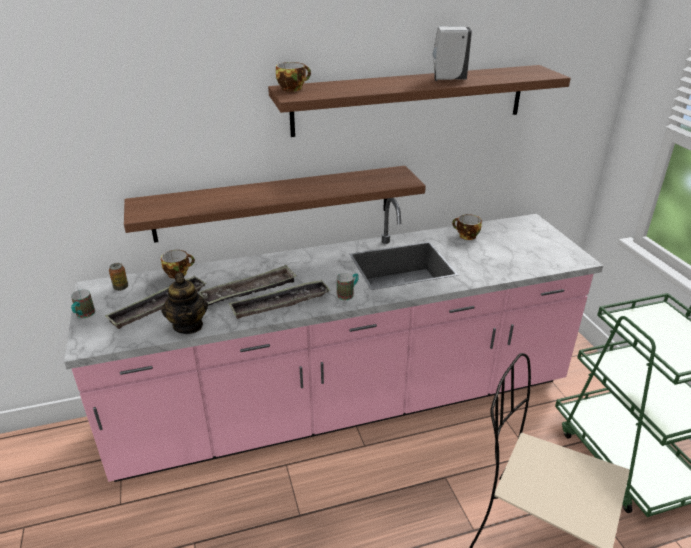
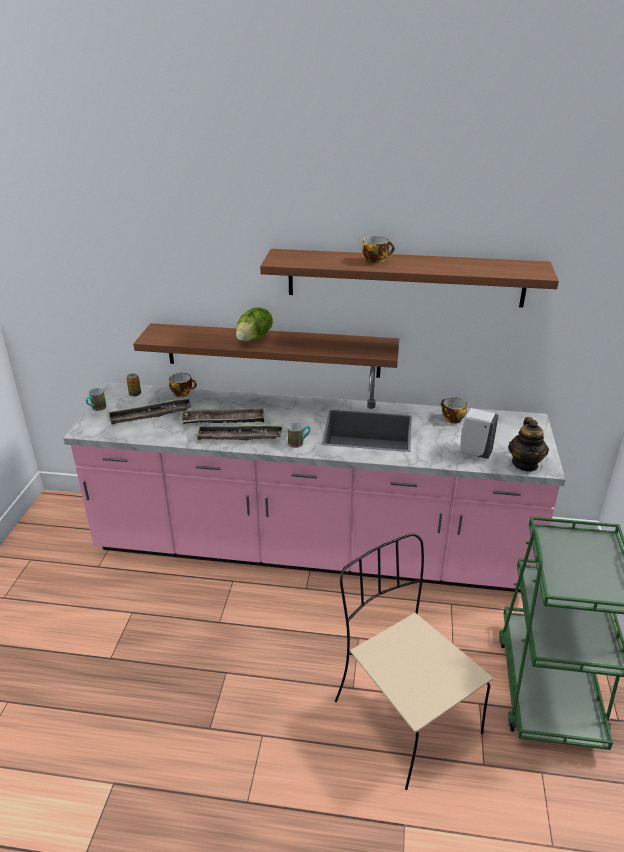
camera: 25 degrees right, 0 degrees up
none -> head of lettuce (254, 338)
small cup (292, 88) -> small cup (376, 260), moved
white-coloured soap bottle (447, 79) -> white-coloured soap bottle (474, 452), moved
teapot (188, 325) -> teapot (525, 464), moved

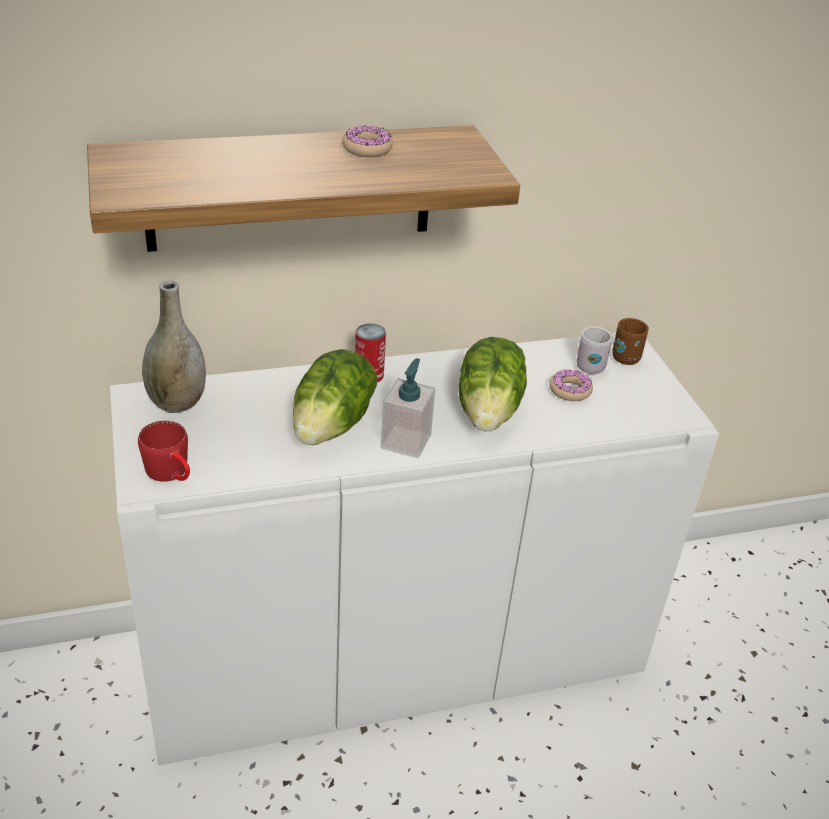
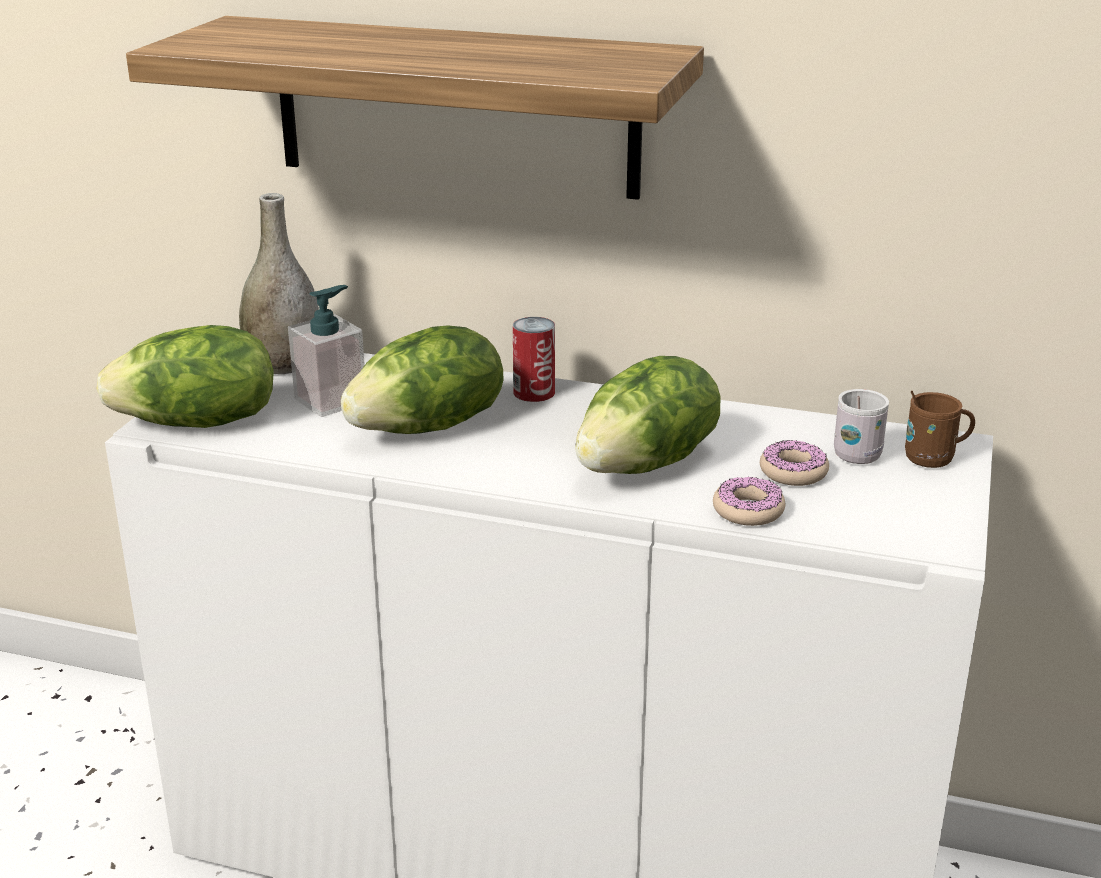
camera: 35 degrees right, 10 degrees down
red coffee mug (172, 473) -> head of lettuce (199, 423)
soap bottle (406, 441) -> soap bottle (331, 401), moved
donut (367, 149) -> donut (748, 510), moved

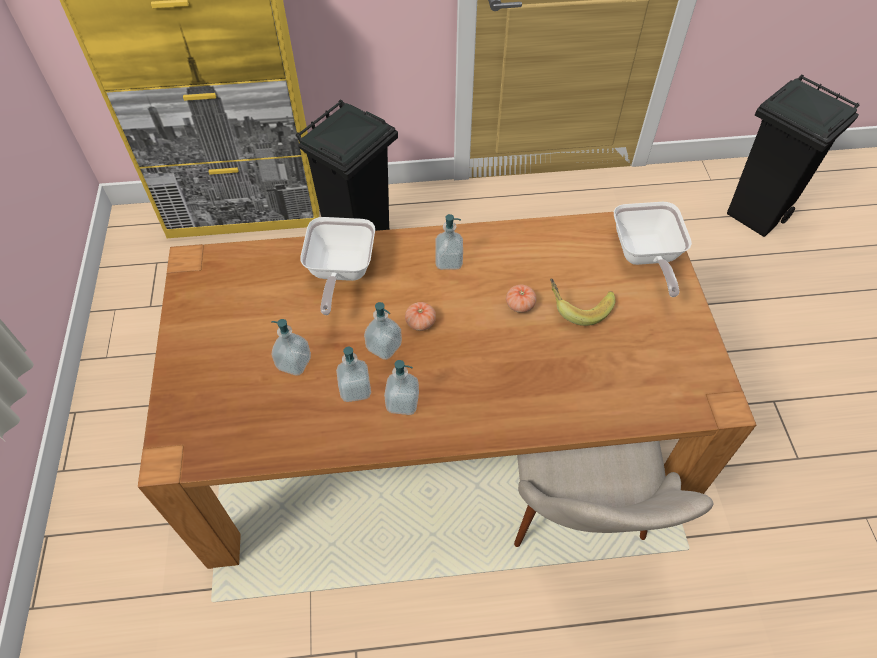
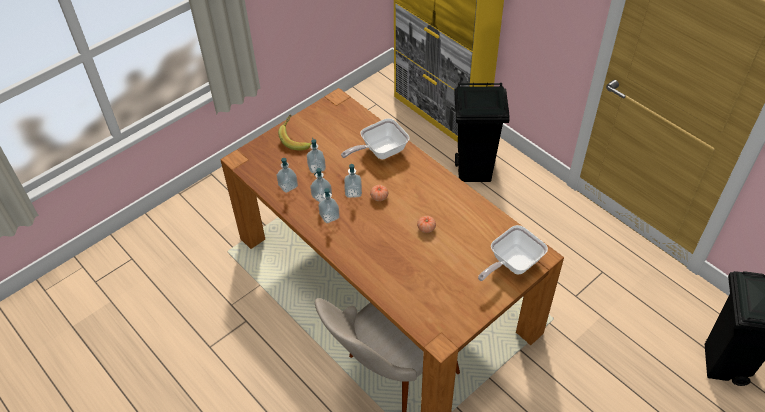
camera: 55 degrees right, 5 degrees down
soap bottle (448, 261) -> soap bottle (288, 186), moved
whole banana (578, 306) -> whole banana (296, 139), moved

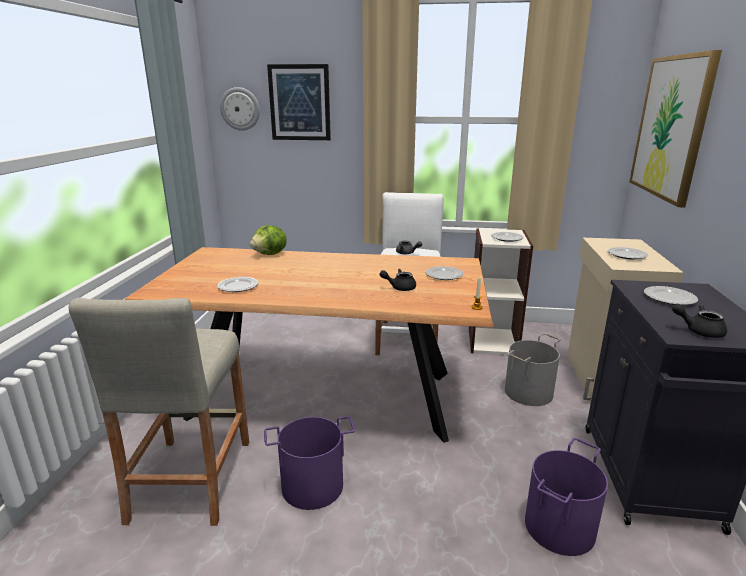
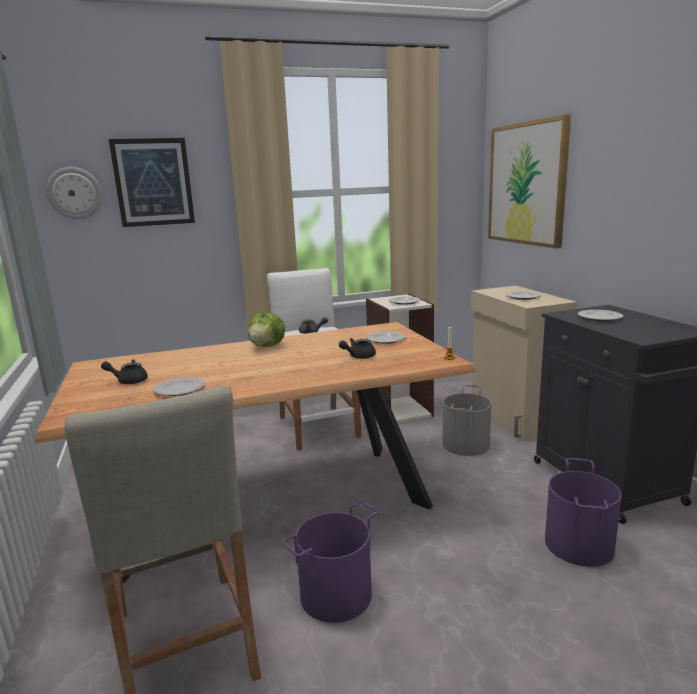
camera: 25 degrees left, 5 degrees down
black-coloured teapot (698, 331) -> black-coloured teapot (128, 381), moved
head of lettuce (270, 254) -> head of lettuce (267, 346), moved

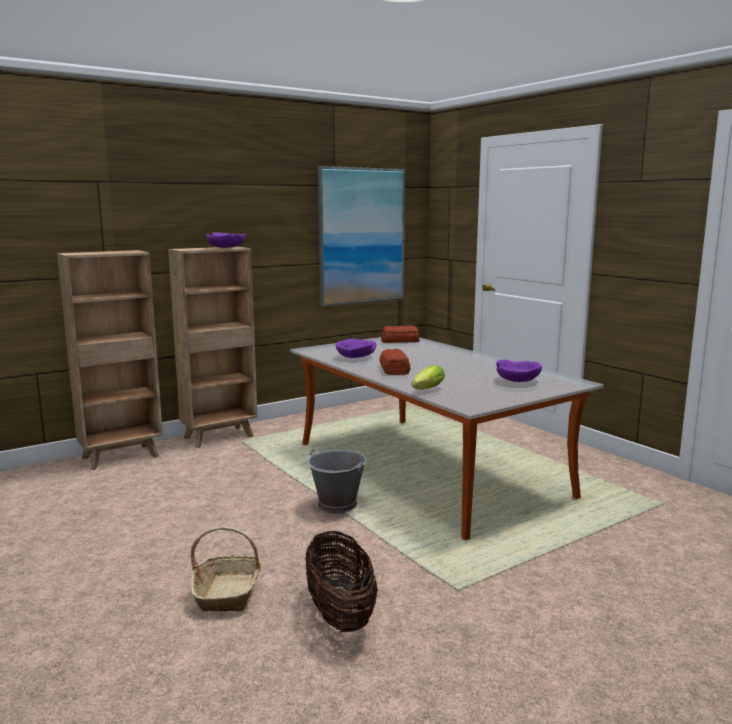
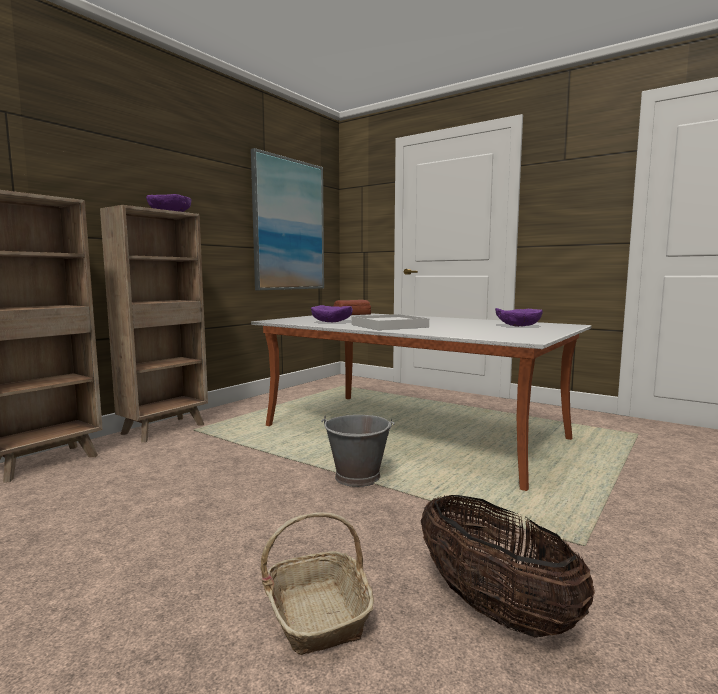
camera: 20 degrees left, 5 degrees down
baked bread (394, 369) -> white-coloured carrying tray (389, 326)
head of lettuce (426, 390) -> none

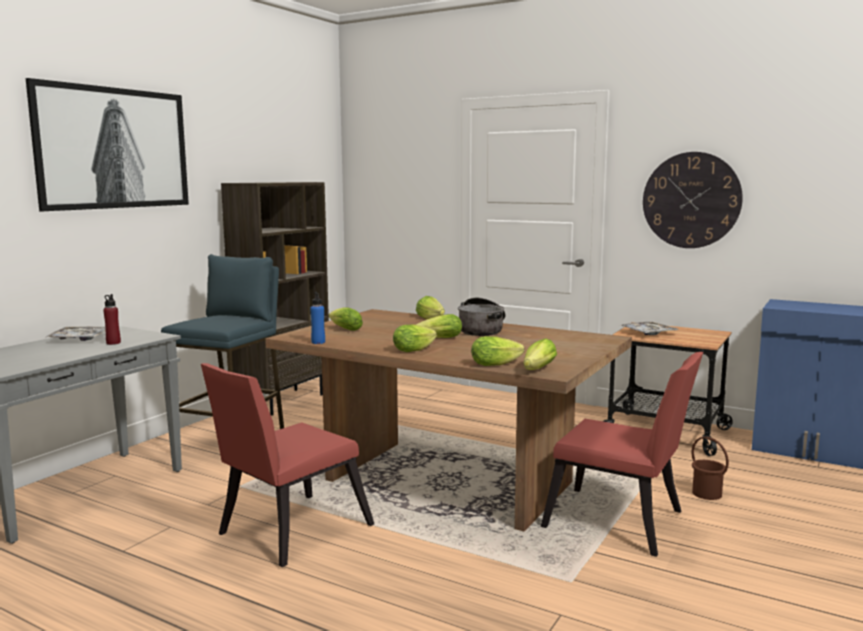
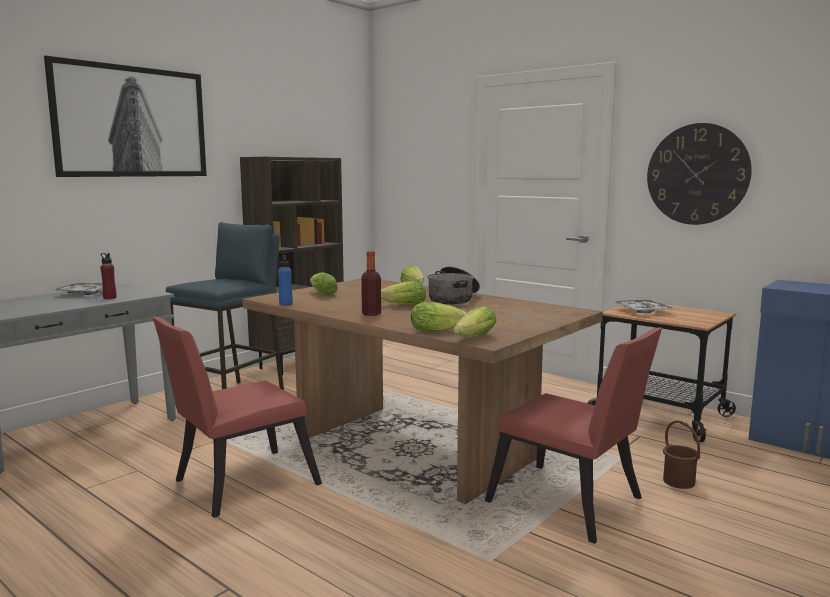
camera: 10 degrees right, 0 degrees up
head of lettuce (416, 349) -> drink bottle (371, 314)

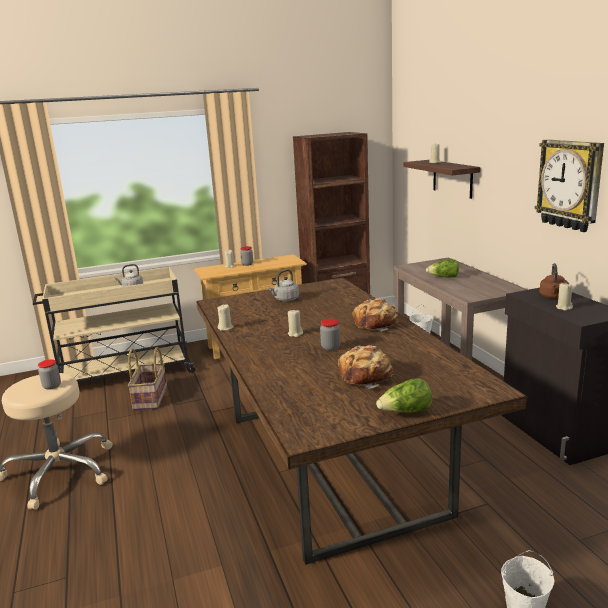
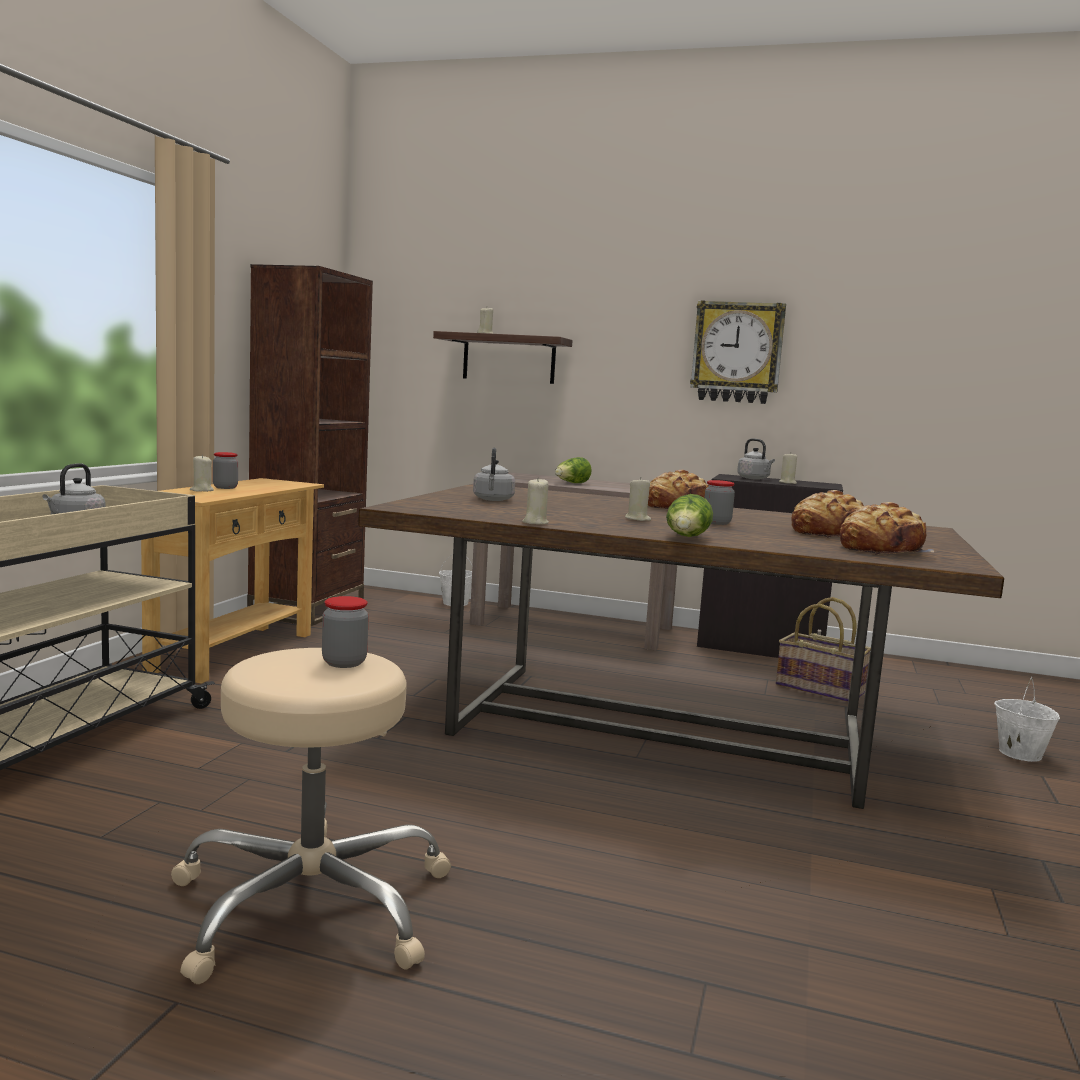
camera: 55 degrees left, 10 degrees down
head of lettuce (406, 412) -> head of lettuce (687, 538), moved
brown kettle (553, 297) -> gray kettle (754, 478)
household basket (151, 398) -> household basket (820, 689), moved
none -> baked bread (882, 549)

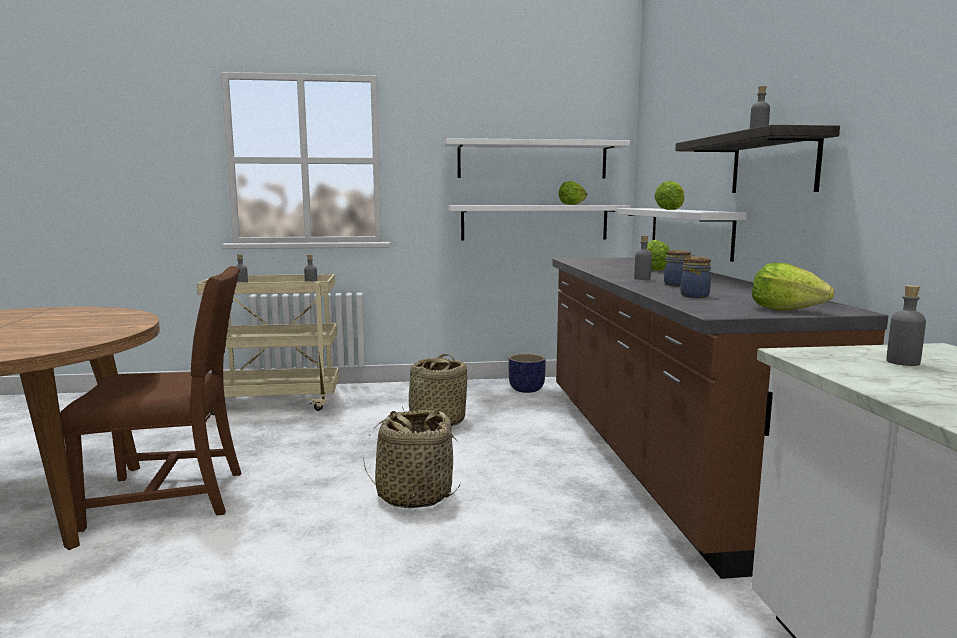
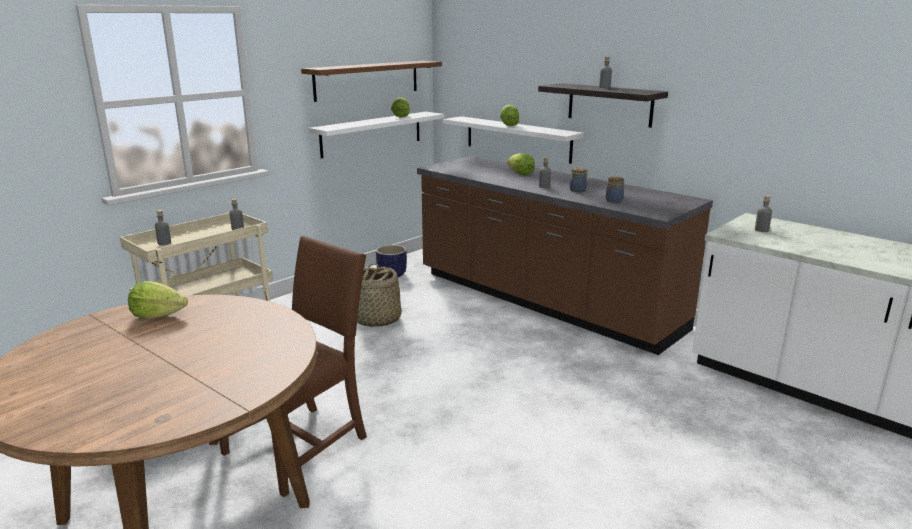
camera: 40 degrees left, 10 degrees up
head of lettuce (786, 309) -> head of lettuce (158, 315), moved
white-coloured bracket shelf (532, 160) -> brown bracket shelf (367, 80)
household basket (414, 495) -> none

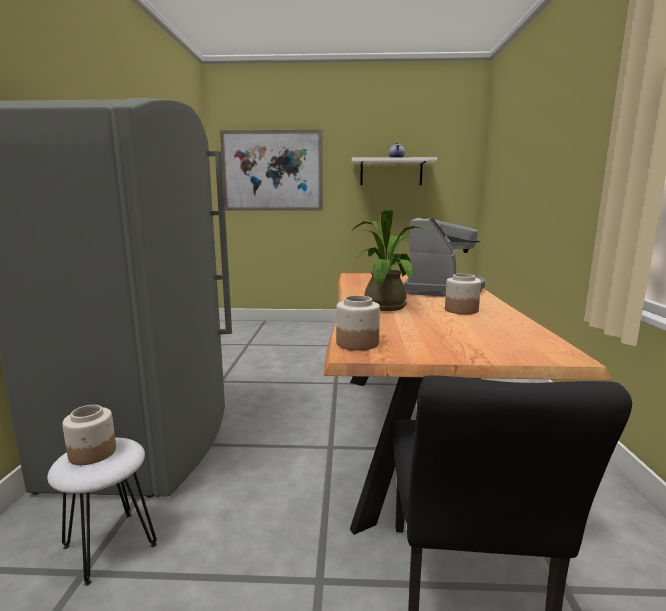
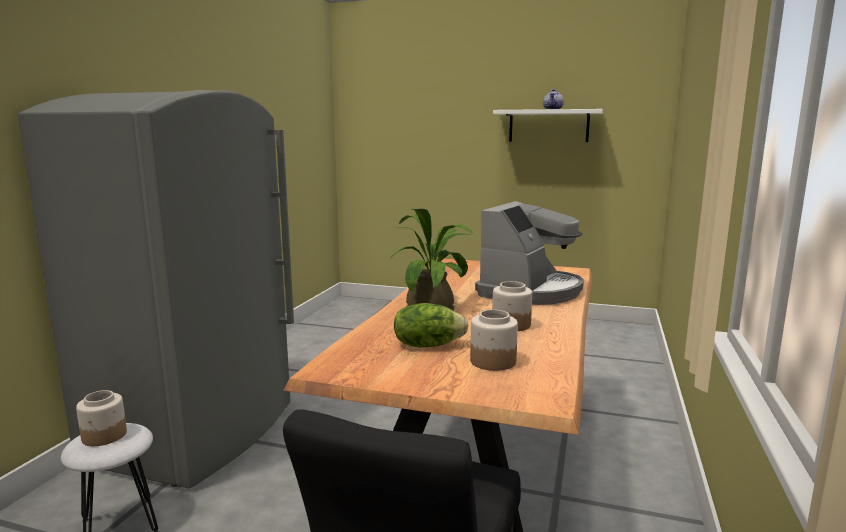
camera: 15 degrees right, 0 degrees up
none -> head of lettuce (427, 345)
preserve jar (356, 343) -> preserve jar (492, 361), moved
wall picture (272, 171) -> none

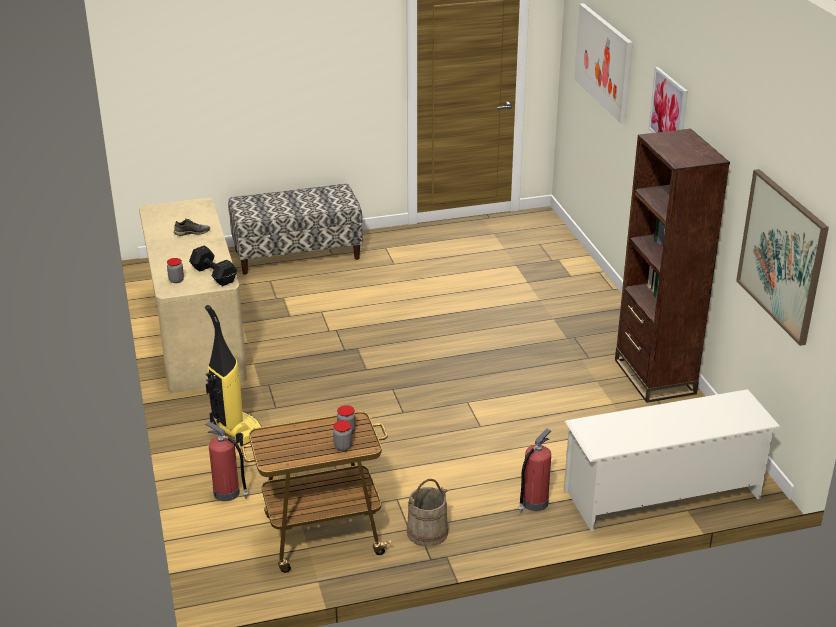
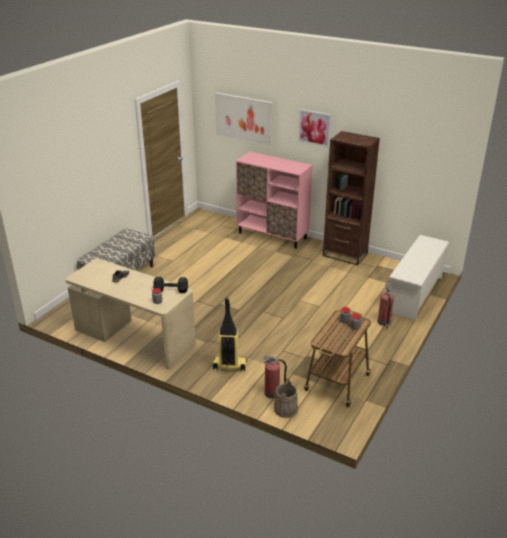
camera: 45 degrees left, 0 degrees up
none -> pink cupboard (272, 235)
sand-coloured water bucket (427, 532) -> sand-coloured water bucket (286, 409), moved
wall picture (782, 255) -> none

